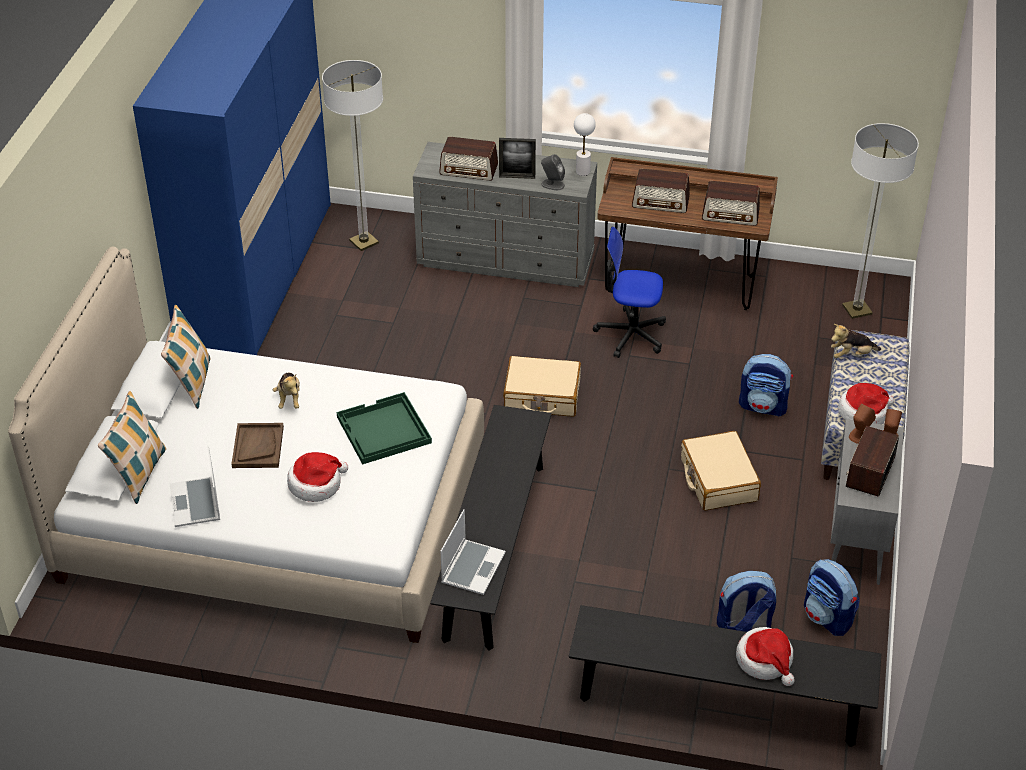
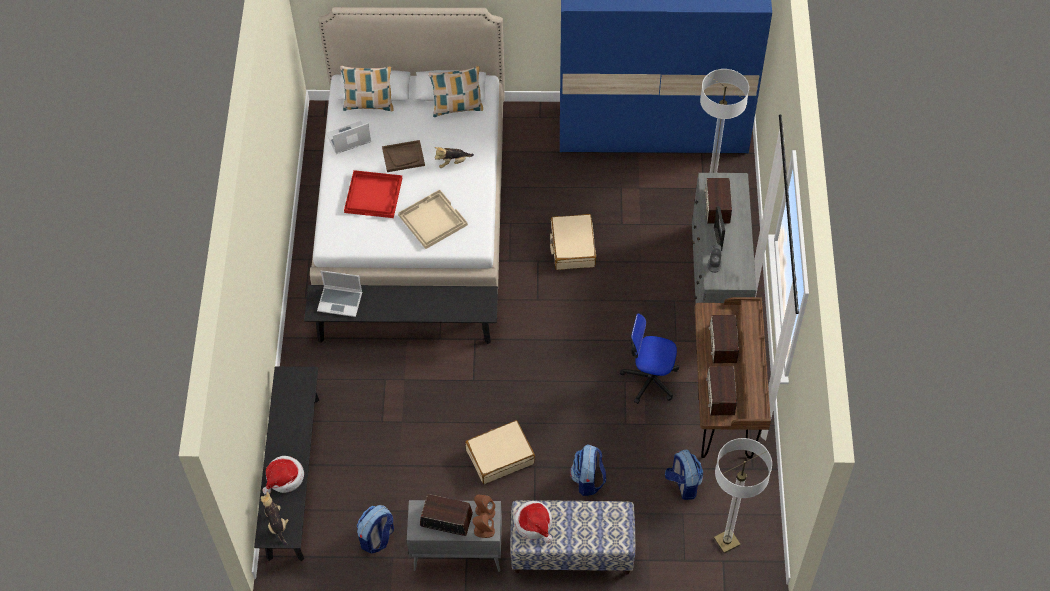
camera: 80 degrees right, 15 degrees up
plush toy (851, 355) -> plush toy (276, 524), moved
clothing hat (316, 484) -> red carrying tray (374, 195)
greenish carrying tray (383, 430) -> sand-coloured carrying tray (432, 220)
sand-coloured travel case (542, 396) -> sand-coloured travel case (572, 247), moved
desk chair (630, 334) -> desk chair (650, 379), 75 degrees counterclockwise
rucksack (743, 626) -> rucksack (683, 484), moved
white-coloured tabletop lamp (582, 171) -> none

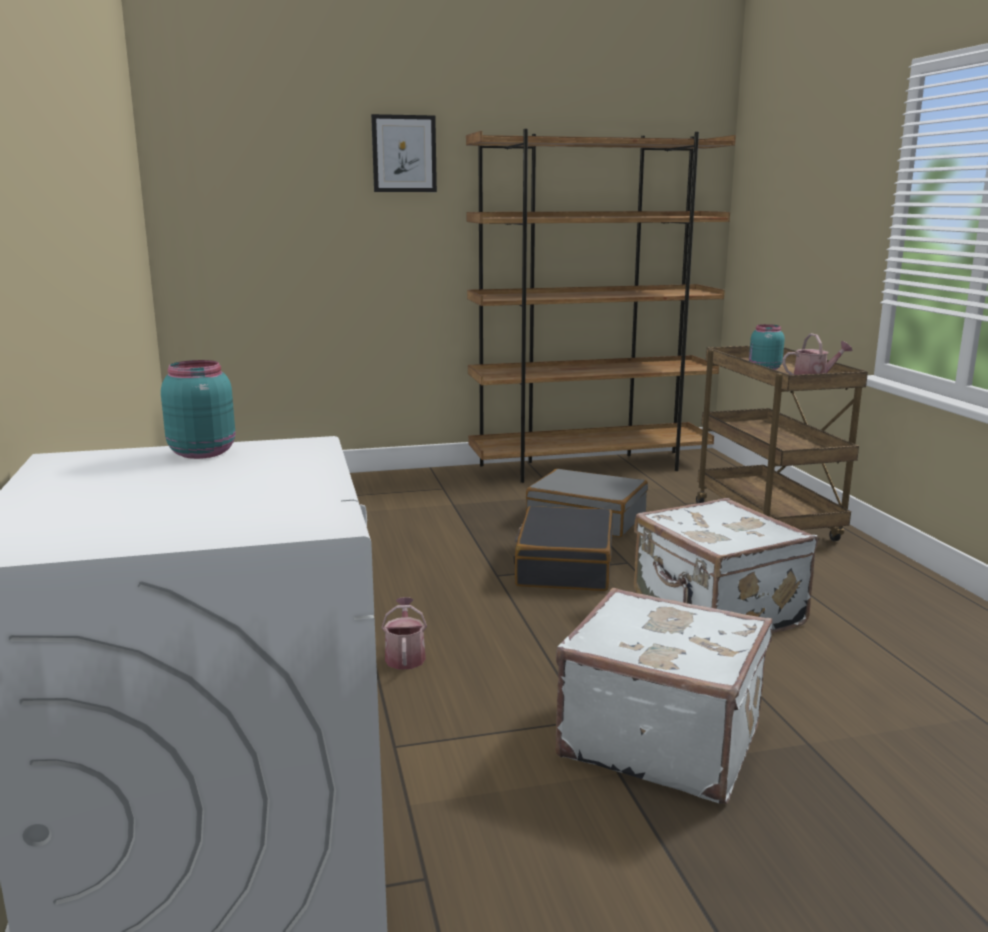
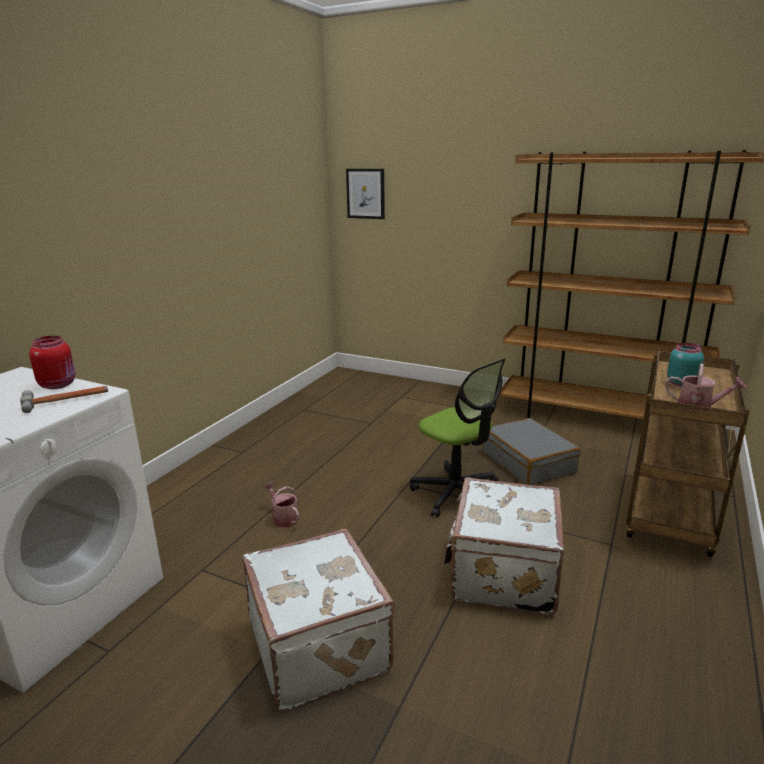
camera: 40 degrees right, 5 degrees up
none -> hammer (66, 400)
blue-green preserve jar (203, 452) -> red preserve jar (59, 384)
watering pot (405, 656) -> watering pot (283, 518), 75 degrees counterclockwise
wall picture (404, 154) -> wall picture (365, 193), moved
black-coloured travel case (564, 566) -> desk chair (457, 493)

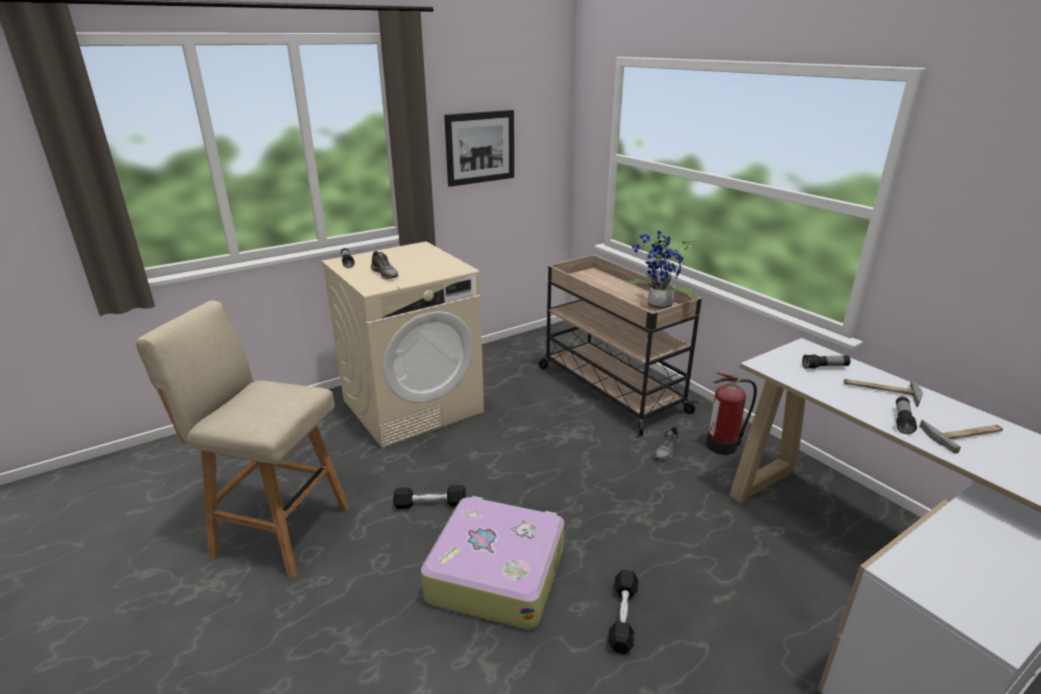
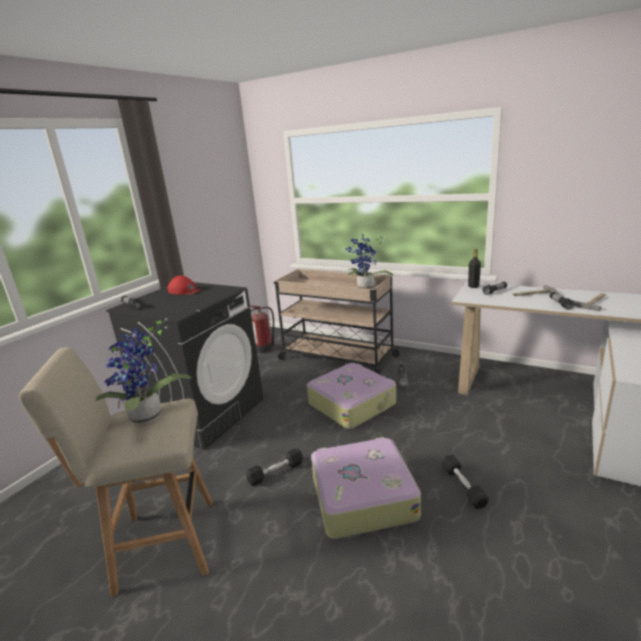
camera: 25 degrees left, 5 degrees down
none -> potted plant (148, 419)
sand-coloured laundry appliance (413, 405) -> black-coloured laundry appliance (204, 412)
none -> red baseball cap (184, 291)
fire extinguisher (723, 445) -> fire extinguisher (265, 349), moved
none -> travel case (352, 403)
none -> black-coloured drink bottle (473, 286)
gray low shoe (385, 274) -> none
wall picture (480, 147) -> none

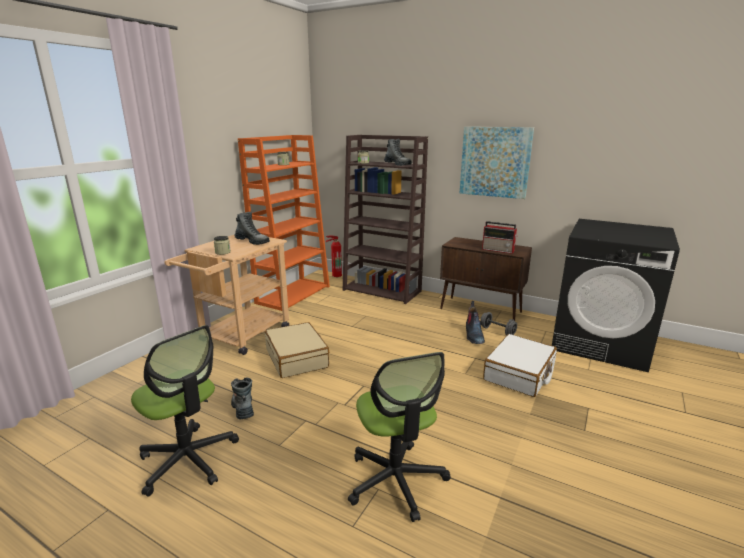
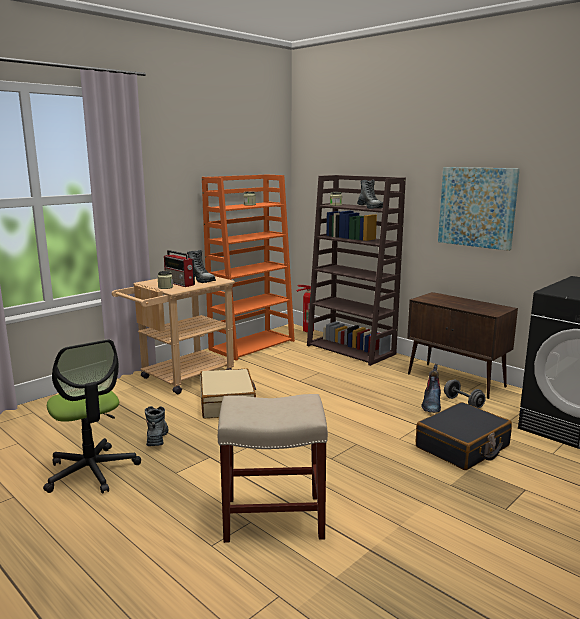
camera: 15 degrees right, 5 degrees down
radio (499, 250) -> radio (180, 283), moved
desk chair (396, 480) -> sand-coloured stool seat (272, 518)
white-coloured travel case (519, 374) -> black-coloured travel case (462, 447)

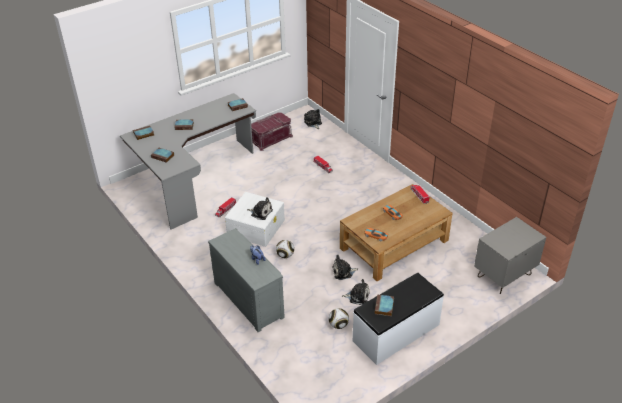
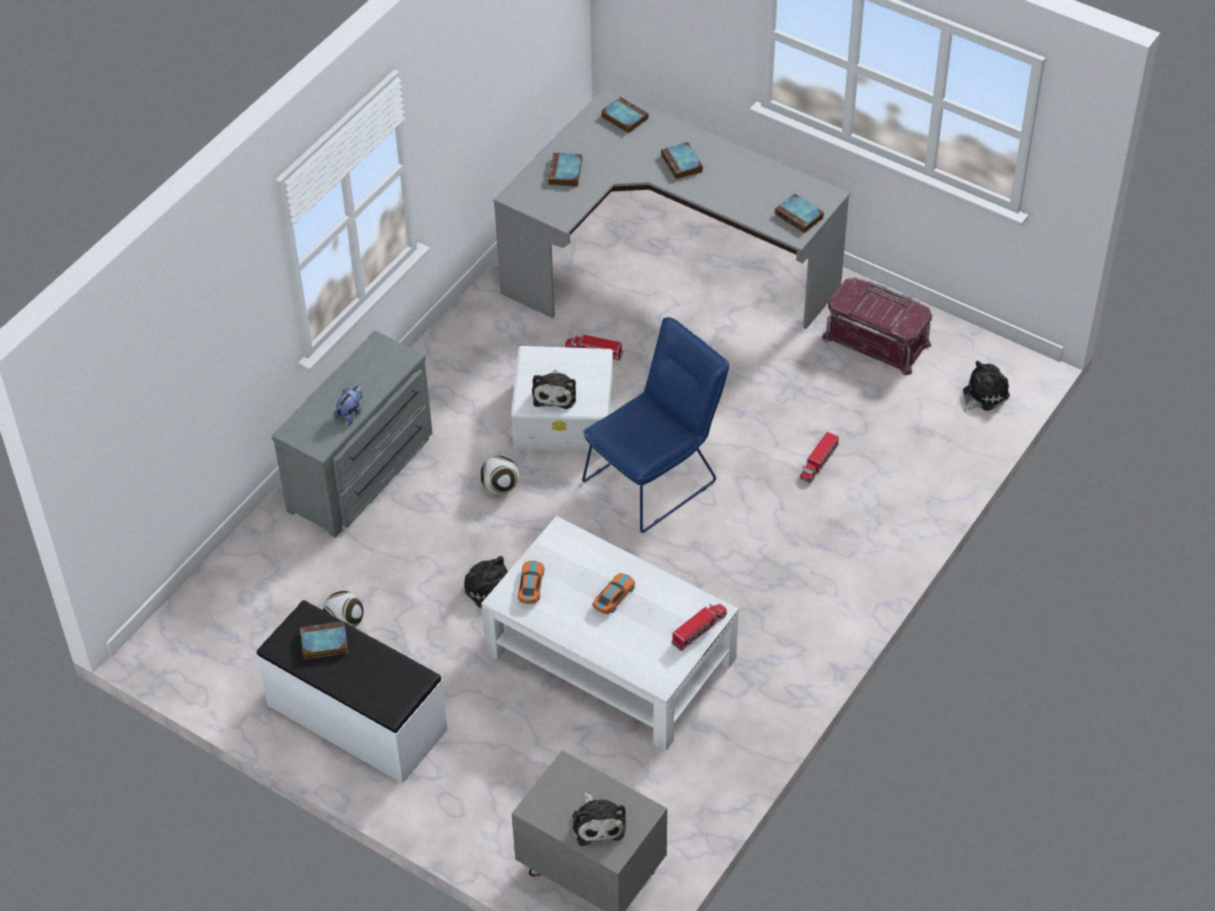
camera: 70 degrees right, 10 degrees up
brown low table (394, 244) -> white-coloured low table (609, 655)
plush toy (357, 296) -> plush toy (598, 823), moved
none -> blue upright chair (656, 477)

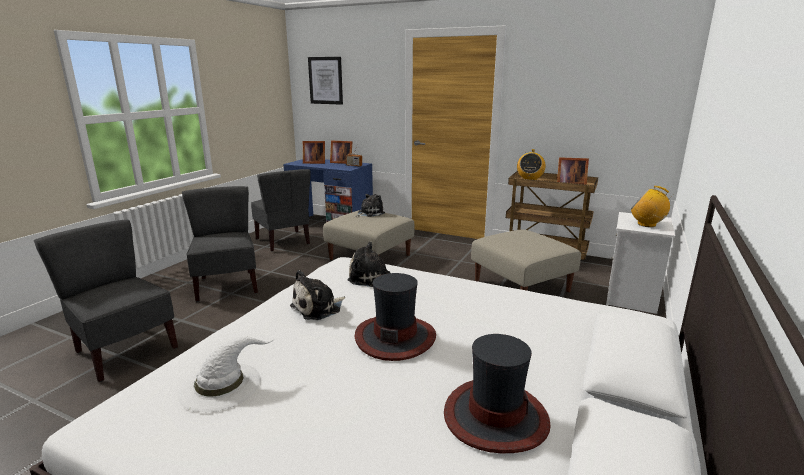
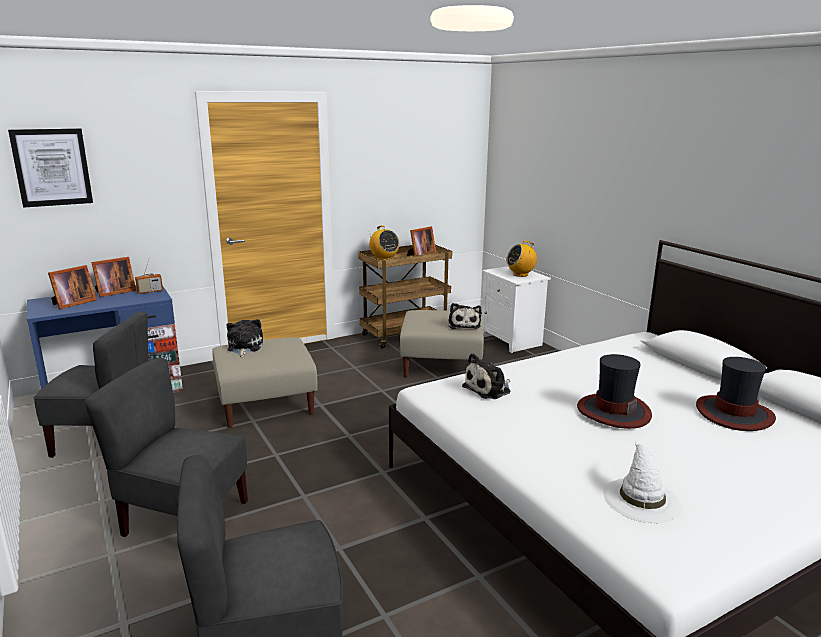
camera: 55 degrees left, 0 degrees up
plush toy (318, 308) -> plush toy (464, 325), moved

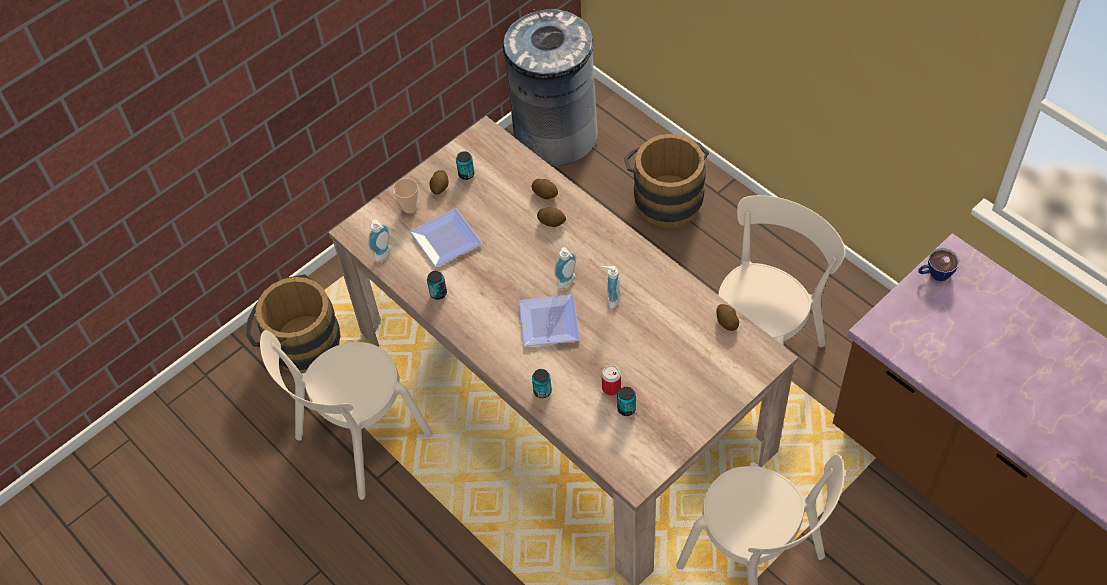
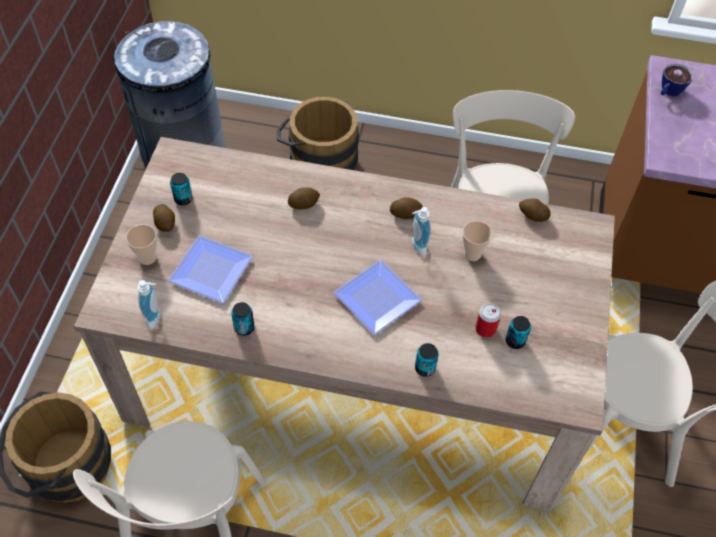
camera: 40 degrees left, 0 degrees up
whole potato (545, 193) -> whole potato (405, 213), moved
none -> small cup (472, 254)
soap bottle (568, 282) -> none

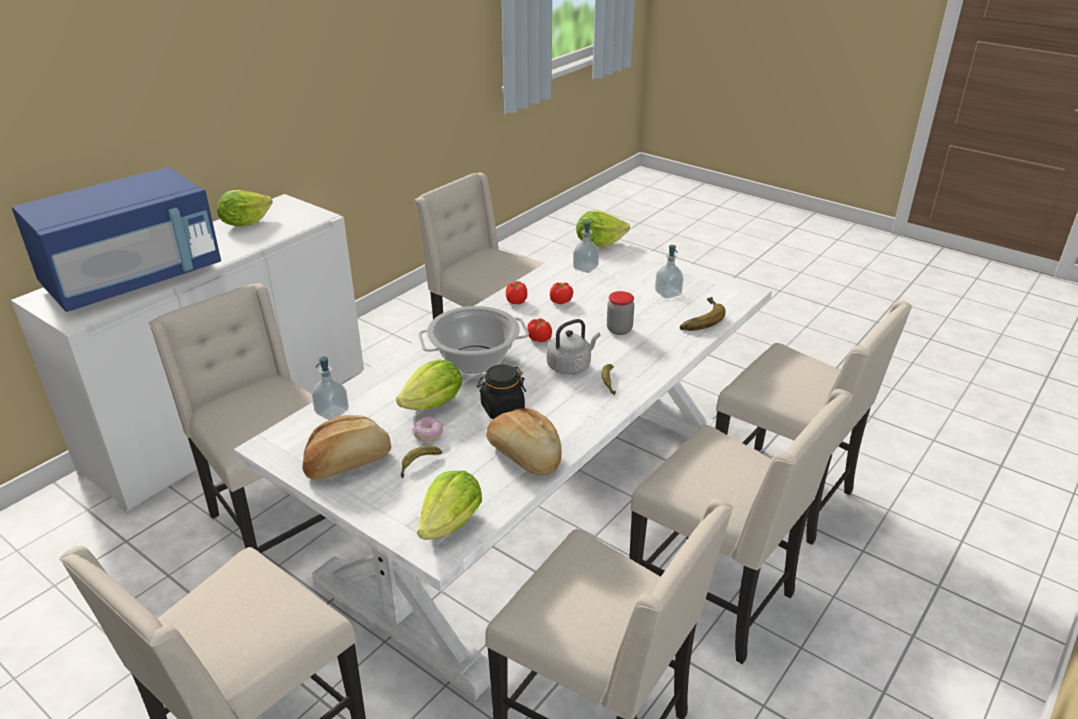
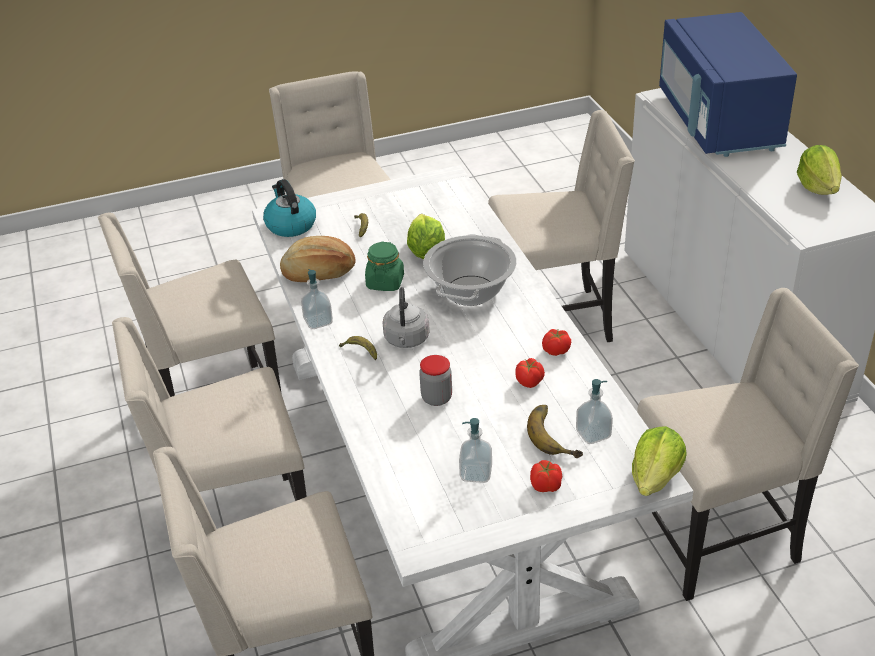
camera: 125 degrees right, 5 degrees up
head of lettuce (451, 524) -> kettle (290, 225)
soap bottle (332, 412) -> soap bottle (318, 321), moved
black-coloured preserve jar (502, 409) -> greenish preserve jar (385, 282)
whole banana (698, 318) -> whole banana (556, 434), moved
whole tomato (539, 339) -> whole tomato (546, 486), moved
baked bread (348, 463) -> none
donut (428, 435) -> none

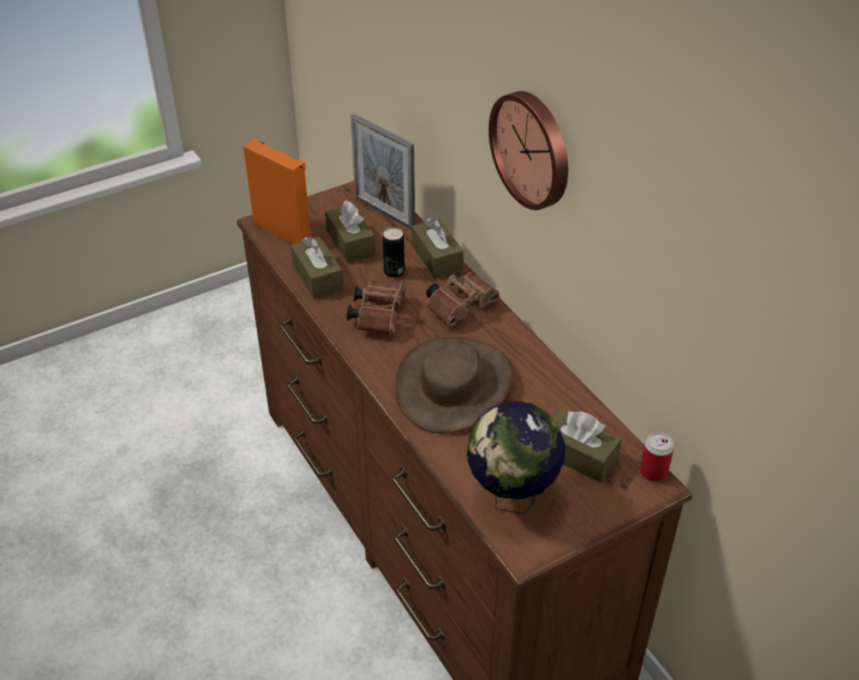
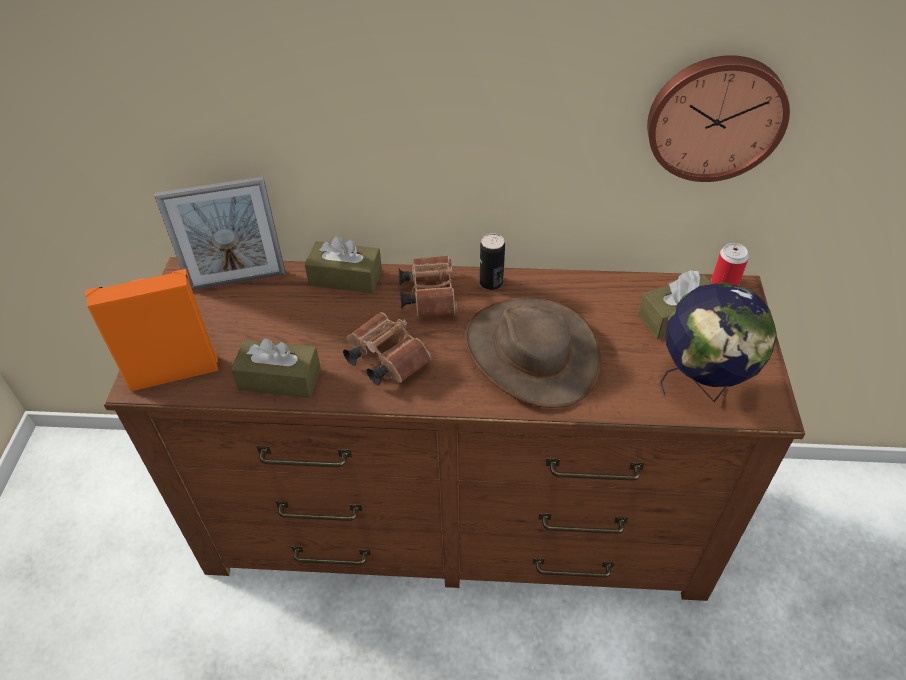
camera: 55 degrees left, 5 degrees up
can (394, 272) -> can (491, 282), moved
clock on the wall (533, 149) -> clock on the wall (715, 117), moved
brown tissue box (350, 243) -> none

